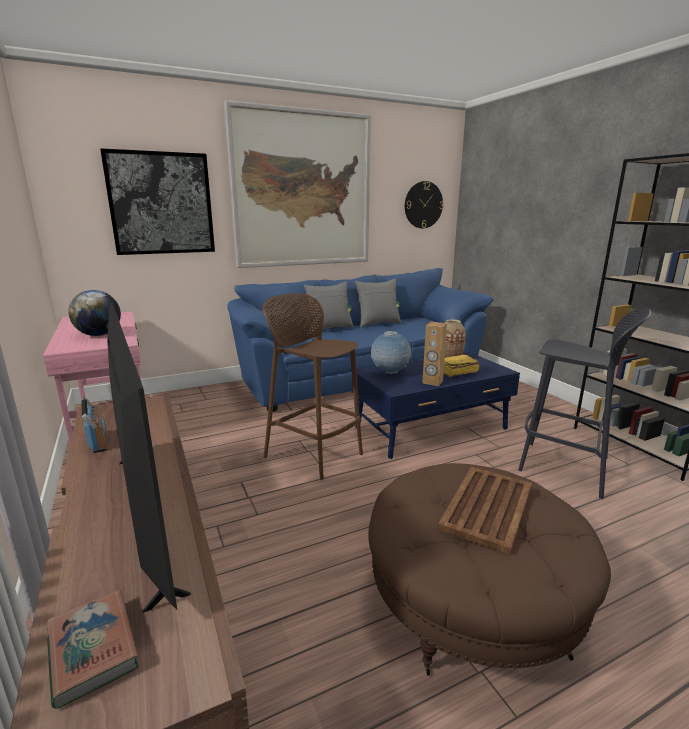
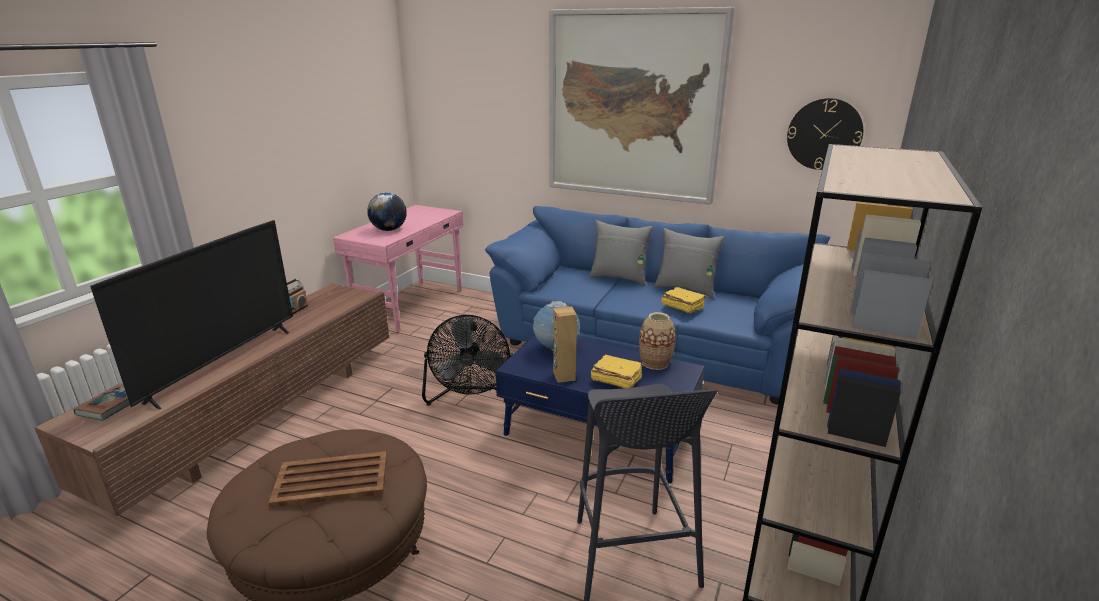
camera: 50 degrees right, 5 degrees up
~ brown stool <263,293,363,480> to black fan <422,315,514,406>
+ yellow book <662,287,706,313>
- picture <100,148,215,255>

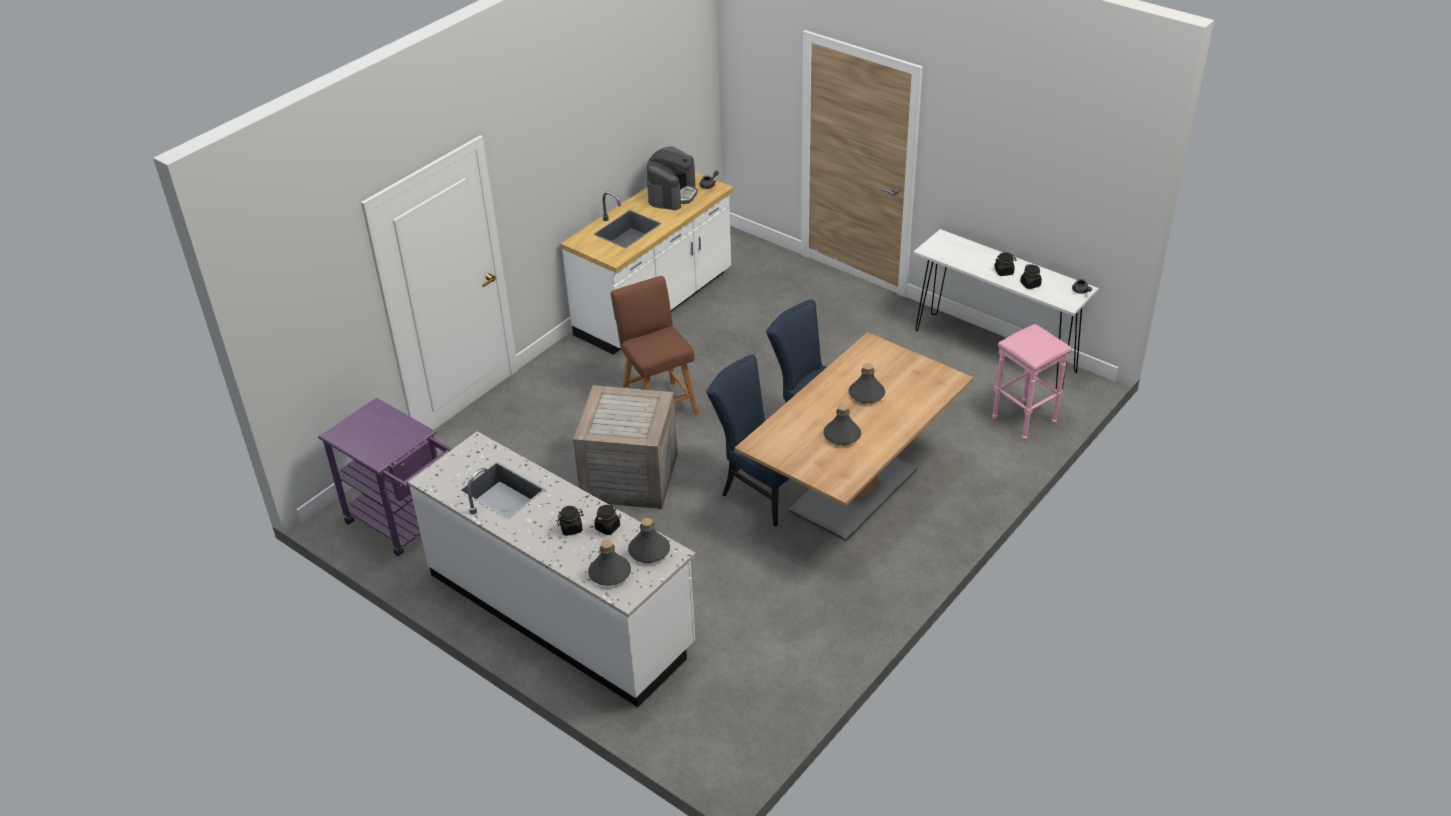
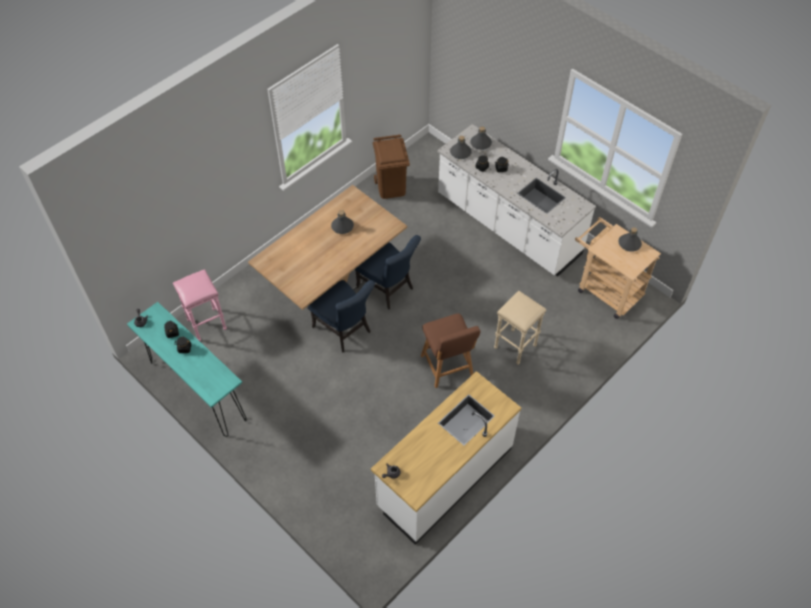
camera: 175 degrees left, 15 degrees up
~ white console table <913,229,1099,389> to turquoise console table <127,302,247,437>
+ brown trash can <373,135,410,199>
+ beige stool <494,291,547,365>
~ purple cart <318,398,452,556> to beige cart <575,217,661,319>
~ grey bottle <849,363,885,404> to <618,227,642,252>
- crate <573,385,678,509>
- coffee machine <647,147,697,210>

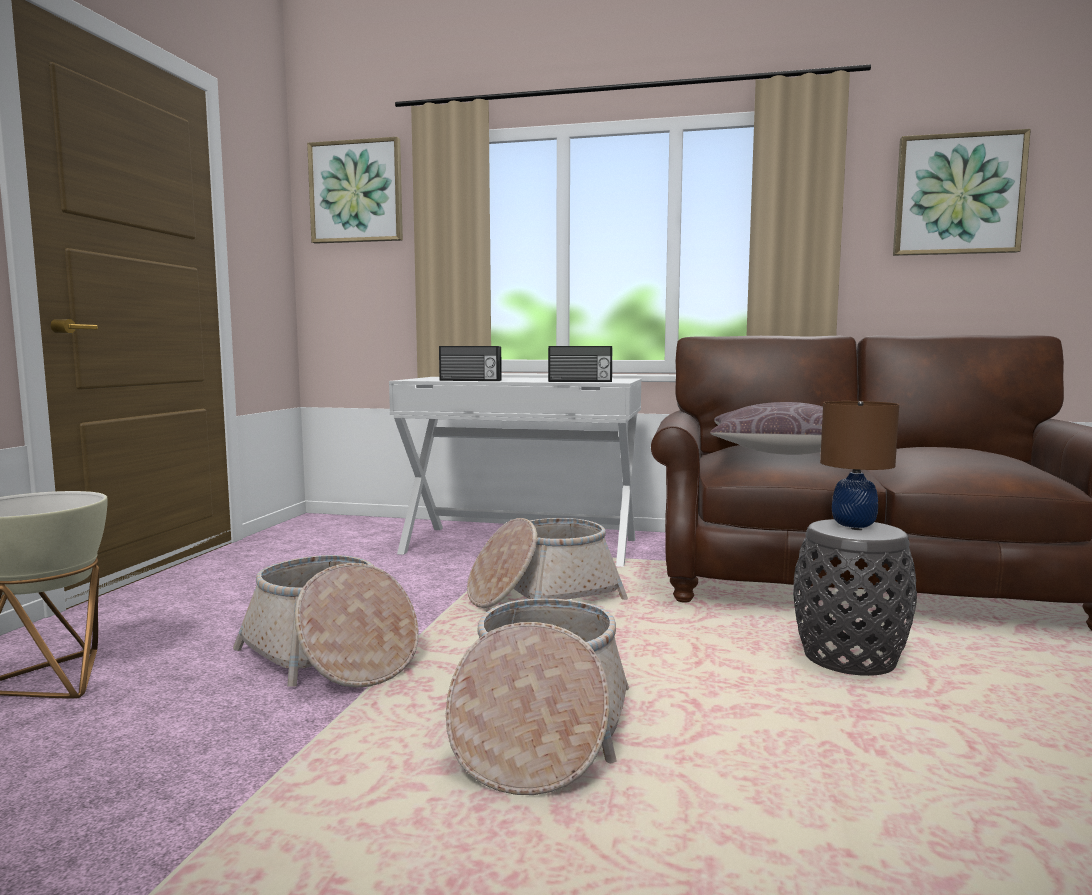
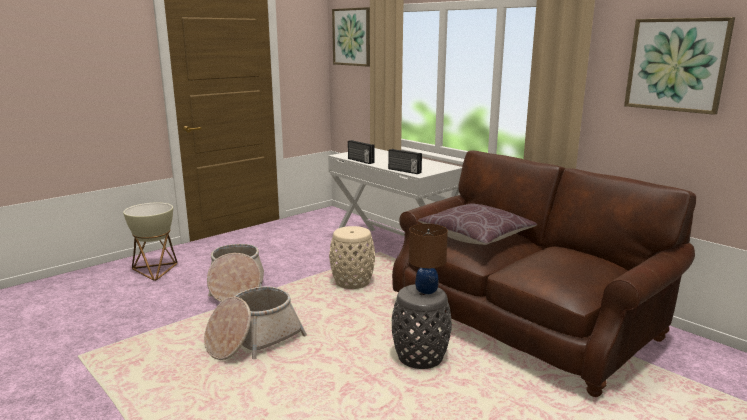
camera: 35 degrees right, 10 degrees up
~ basket <467,518,628,608> to beige stool <329,226,375,289>

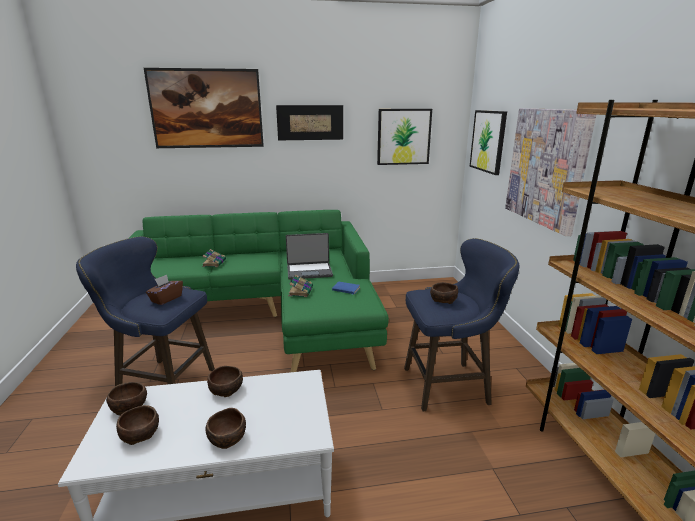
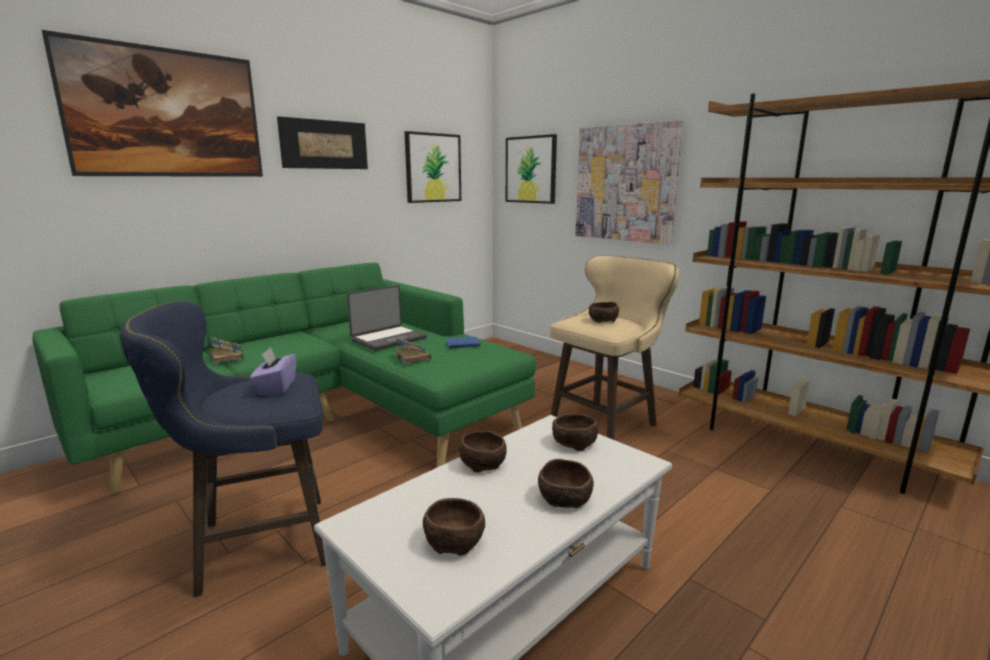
camera: 35 degrees left, 5 degrees down
~ brown tissue box <146,274,183,305> to purple tissue box <250,347,296,395>
~ blue stool <404,238,519,411> to beige stool <550,255,679,440>
~ brown bowl <106,382,147,416> to <552,414,598,451>

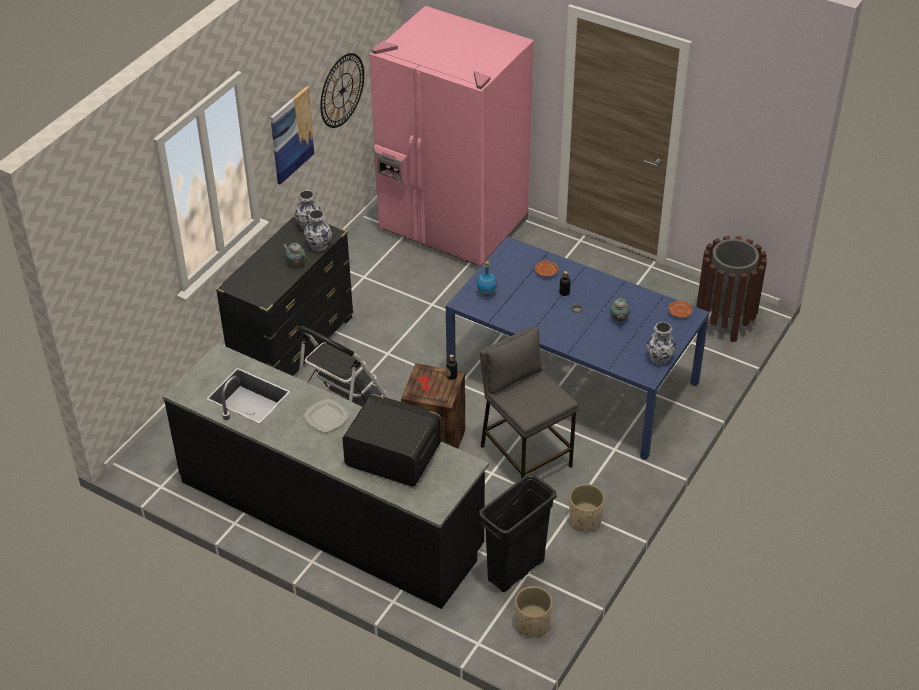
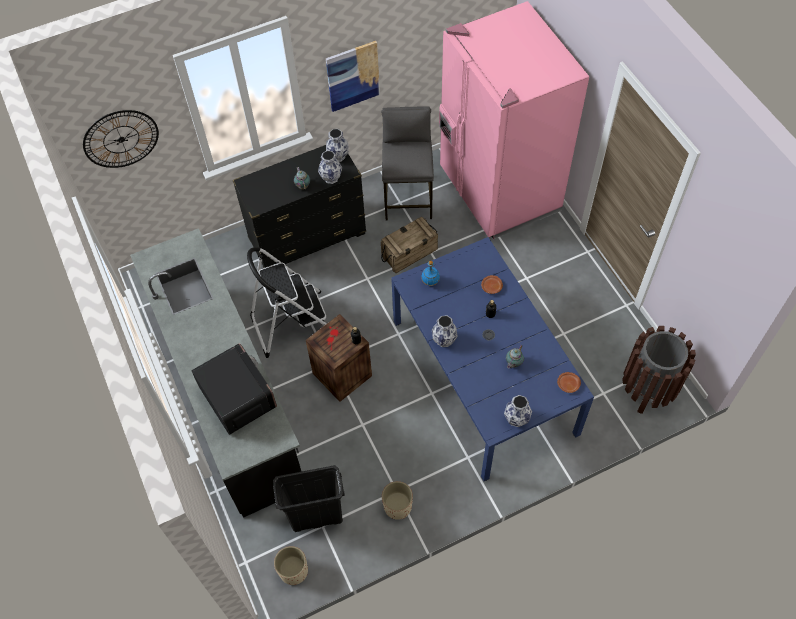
camera: 35 degrees right, 15 degrees up
~ wall clock <320,53,364,128> to <83,110,159,168>
~ grey stool <480,328,578,479> to <381,106,434,220>
+ crate <381,217,438,273>
+ vase <432,315,458,347>
- plate <303,399,350,433>

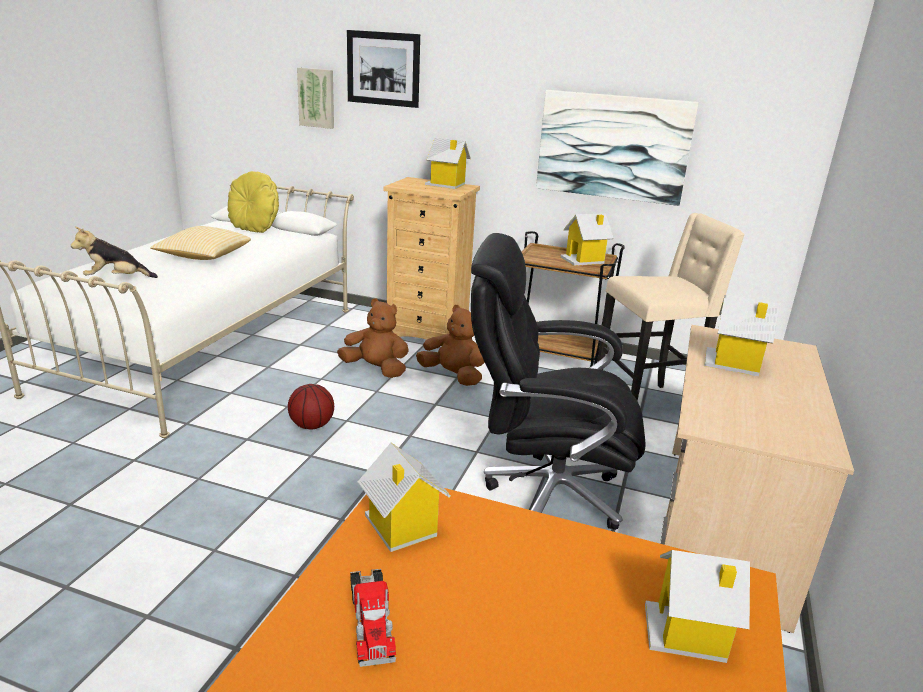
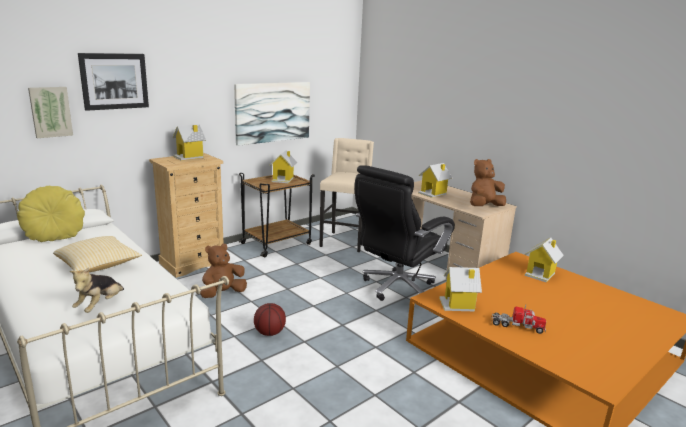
camera: 60 degrees left, 5 degrees down
~ brown plush toy <416,305,485,386> to <470,159,506,206>

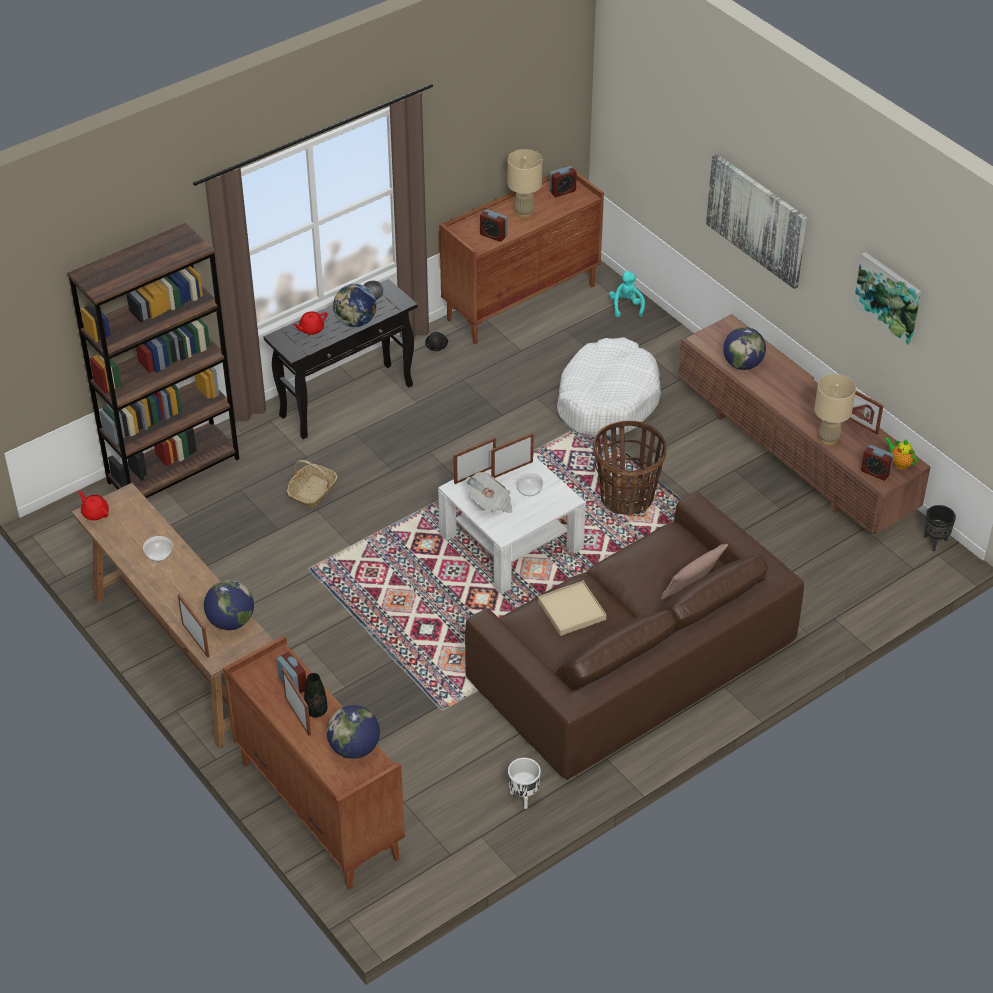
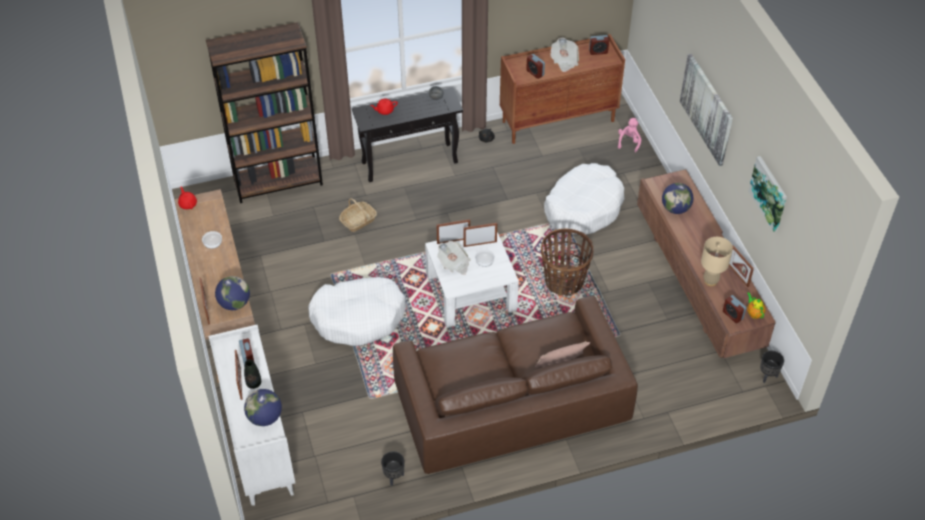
camera: 20 degrees right, 5 degrees up
~ brown cabinet <223,635,405,889> to white cabinet <208,324,295,505>
+ white dog bed <308,277,406,346>
~ white planter <508,758,541,809> to black planter <381,451,404,486>
~ beige table lamp <507,149,542,218> to newspaper <550,38,579,72>
~ turquoise plush toy <609,271,645,318> to pink plush toy <618,118,641,152>
- globe <333,284,377,327>
- beige tray <538,581,606,636>

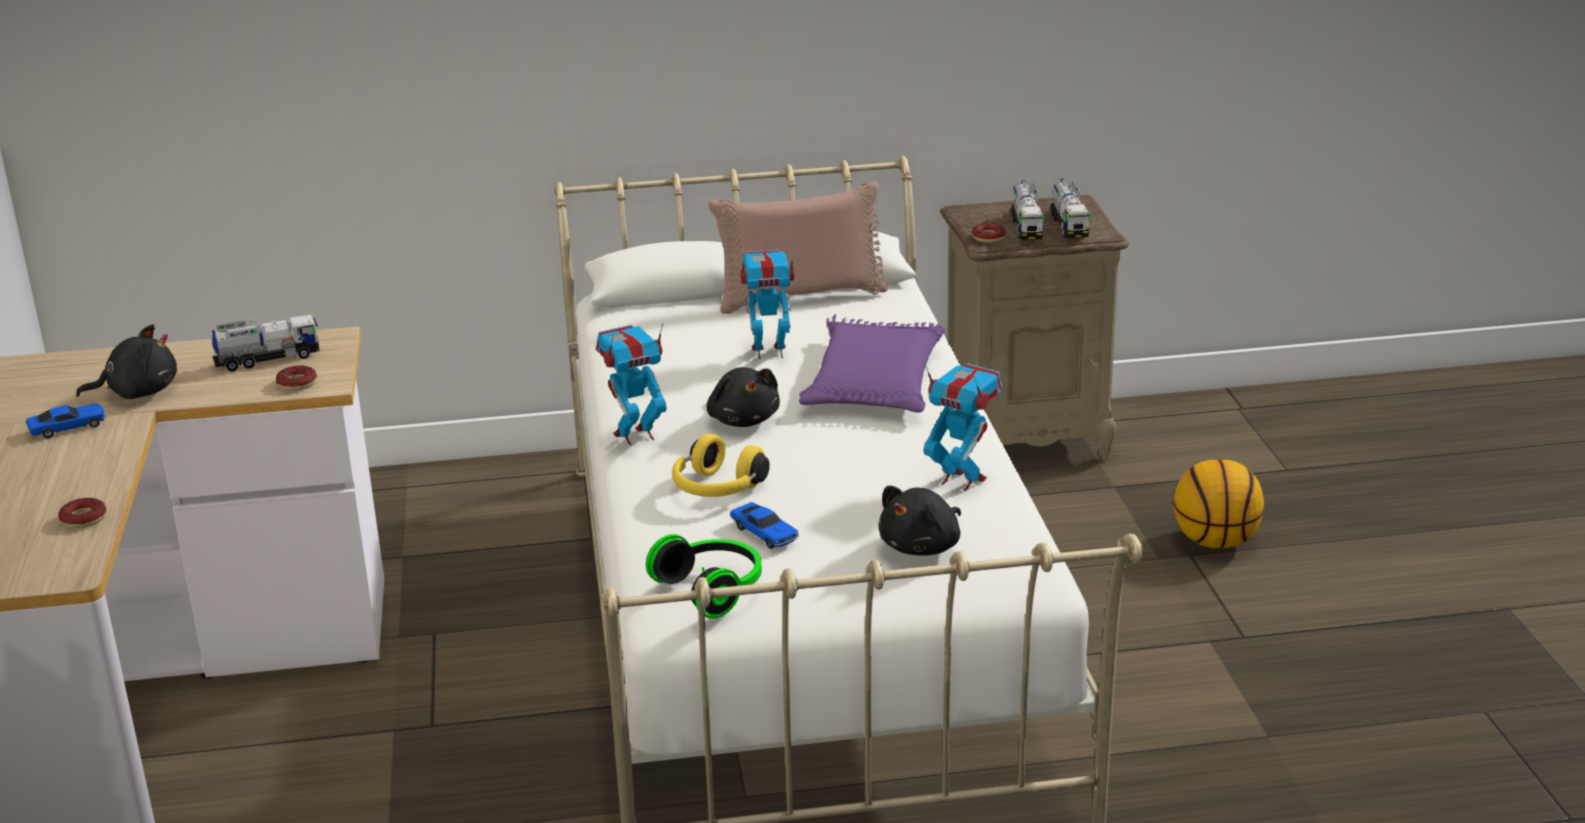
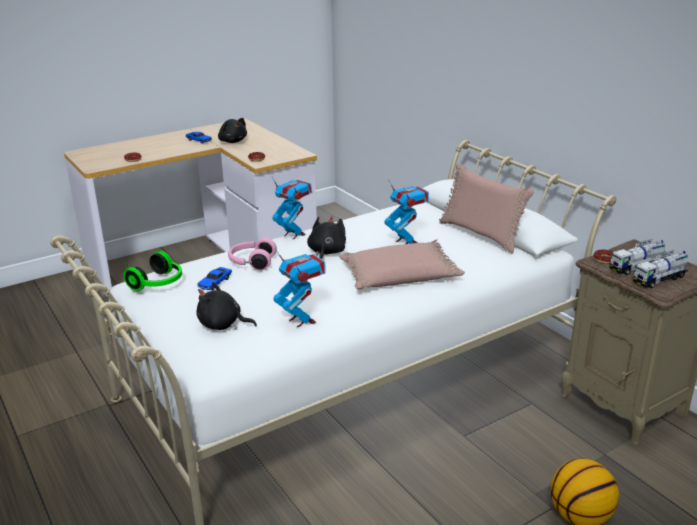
camera: 65 degrees right, 0 degrees up
~ yellow headphones <672,434,770,497> to pink headphones <228,238,277,270>
~ toy robot <924,363,1003,491> = <274,249,326,327> 45 degrees counterclockwise
~ black plush toy <707,367,780,427> = <307,216,346,259> 150 degrees clockwise
~ purple pillow <799,314,945,413> to beige pillow <340,239,465,290>
- toy truck <212,314,319,372>

